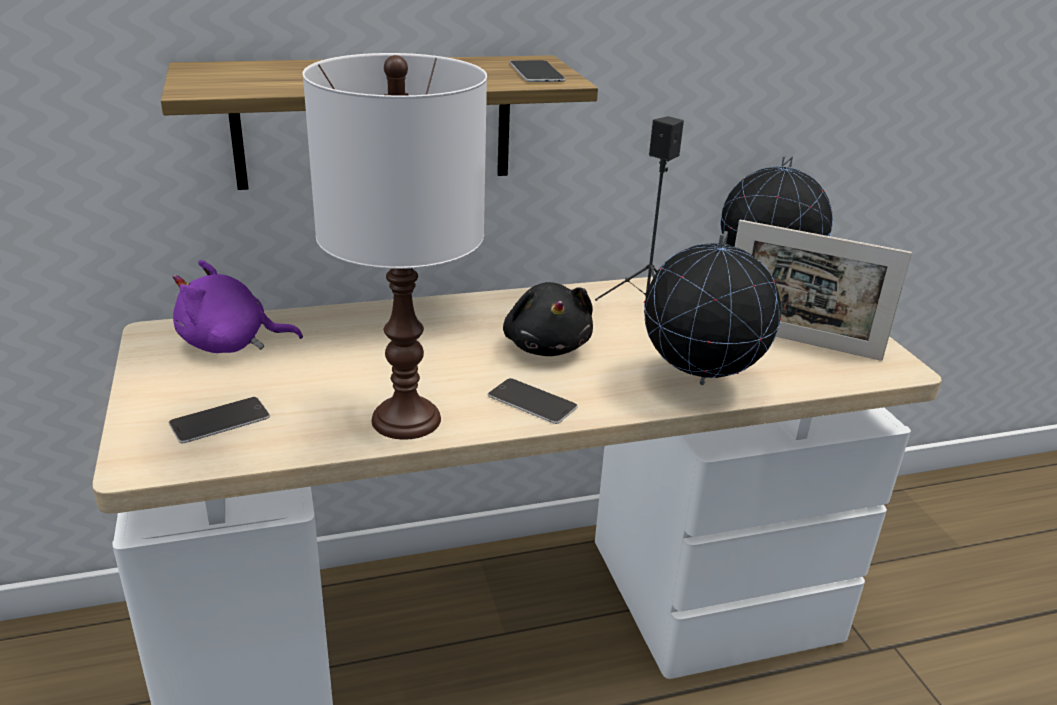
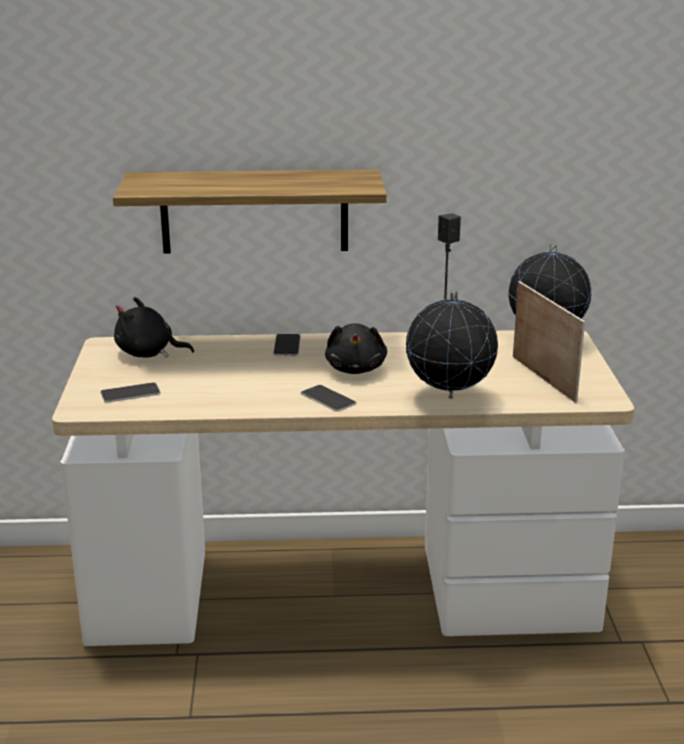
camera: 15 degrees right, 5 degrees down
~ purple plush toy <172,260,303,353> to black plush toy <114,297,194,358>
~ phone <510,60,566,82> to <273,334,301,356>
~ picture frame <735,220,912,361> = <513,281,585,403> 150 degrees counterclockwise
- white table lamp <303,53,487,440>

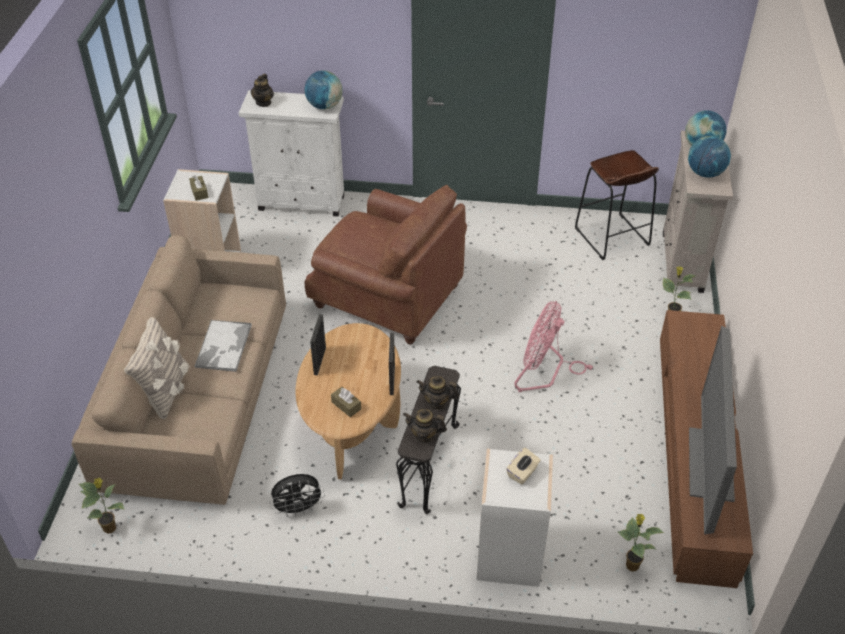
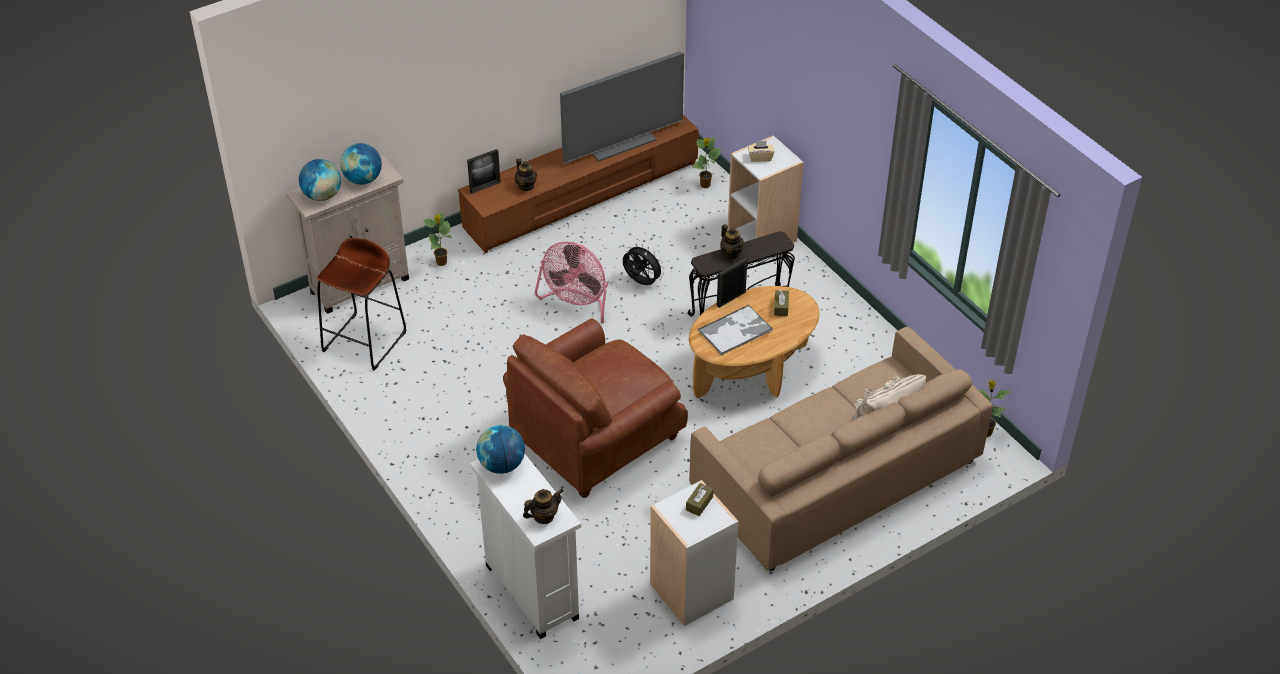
camera: 130 degrees left, 0 degrees up
~ picture frame <310,314,326,375> to <467,149,501,194>
~ brown armchair <305,185,467,345> = <503,318,688,498> 120 degrees counterclockwise
~ teapot <403,409,447,443> to <514,158,537,191>
~ pink fan <514,301,593,392> = <535,241,608,323> 45 degrees clockwise
~ black fan <270,474,325,517> to <623,243,664,285>
~ tray <194,320,252,372> to <698,305,773,355>

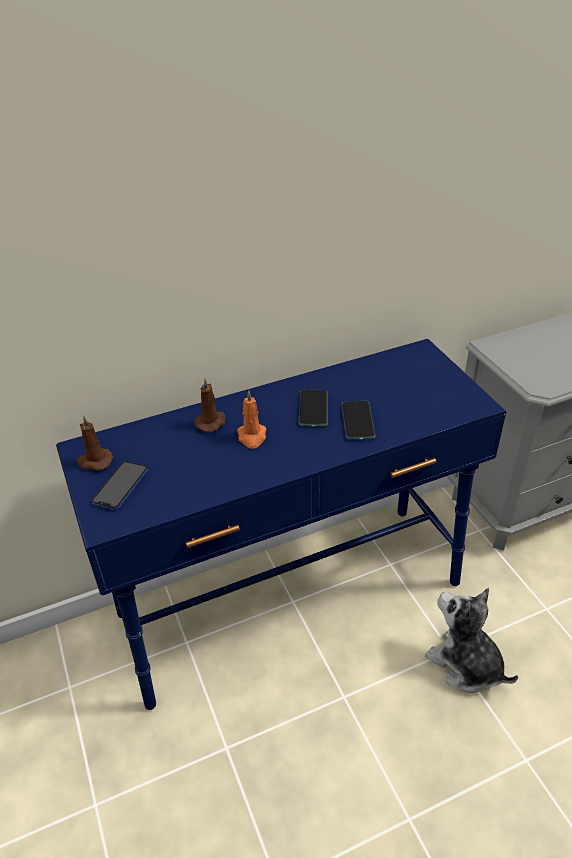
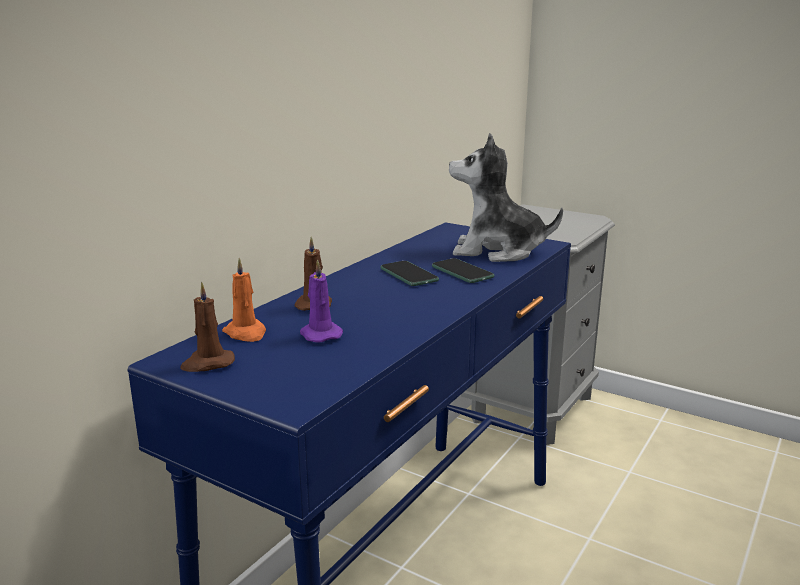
camera: 35 degrees left, 20 degrees down
~ orange candle <237,390,267,449> to <222,258,266,342>
+ purple candle <300,259,343,342>
~ plush toy <425,588,518,693> to <449,133,563,262>
- phone <92,461,148,510>

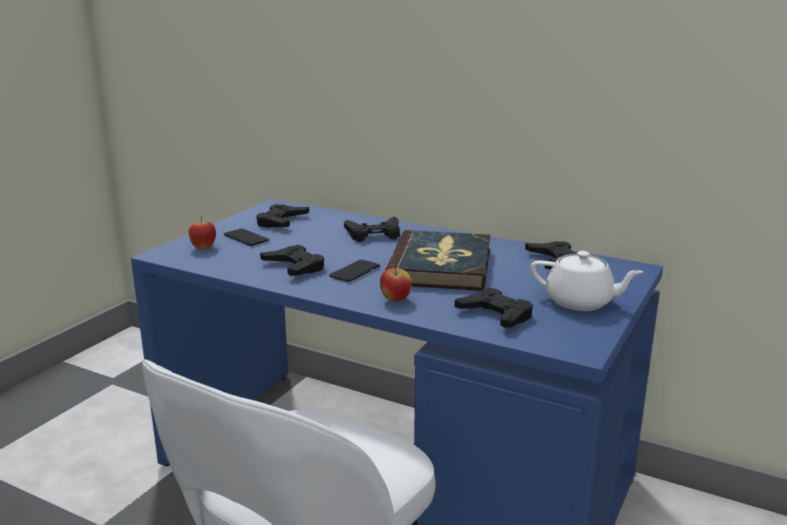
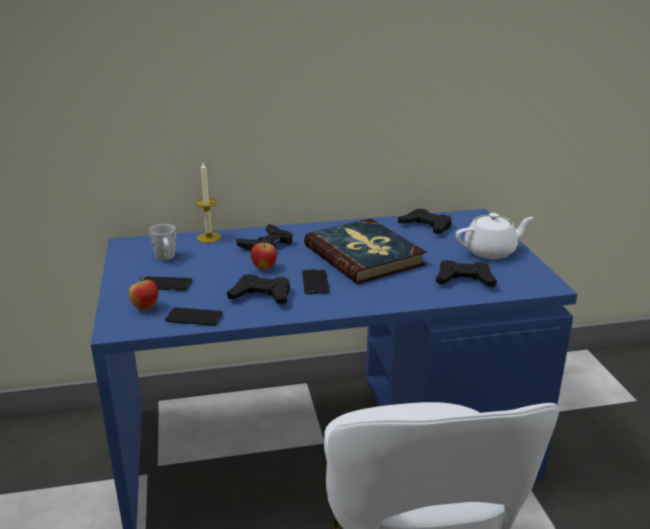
camera: 40 degrees left, 5 degrees up
~ black game controller <256,204,309,228> to white mug <149,224,176,260>
+ phone <165,307,223,326>
+ candle <196,162,222,243>
~ apple <380,265,411,301> to <251,240,277,270>

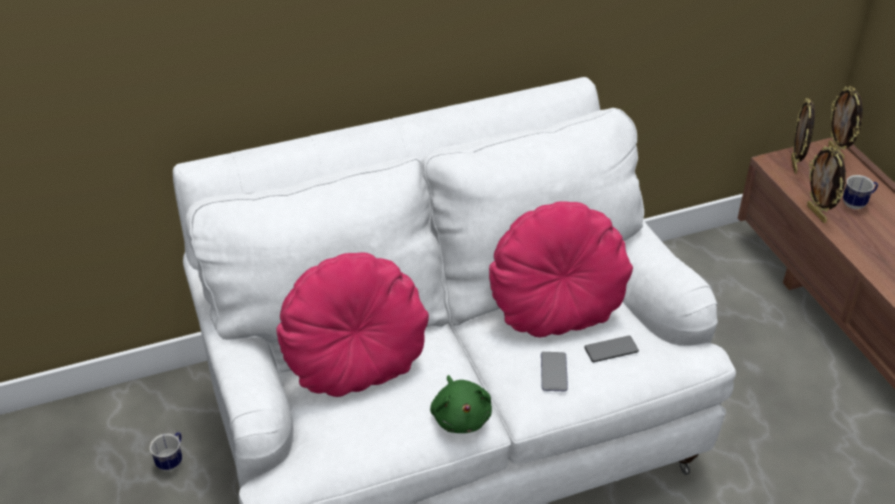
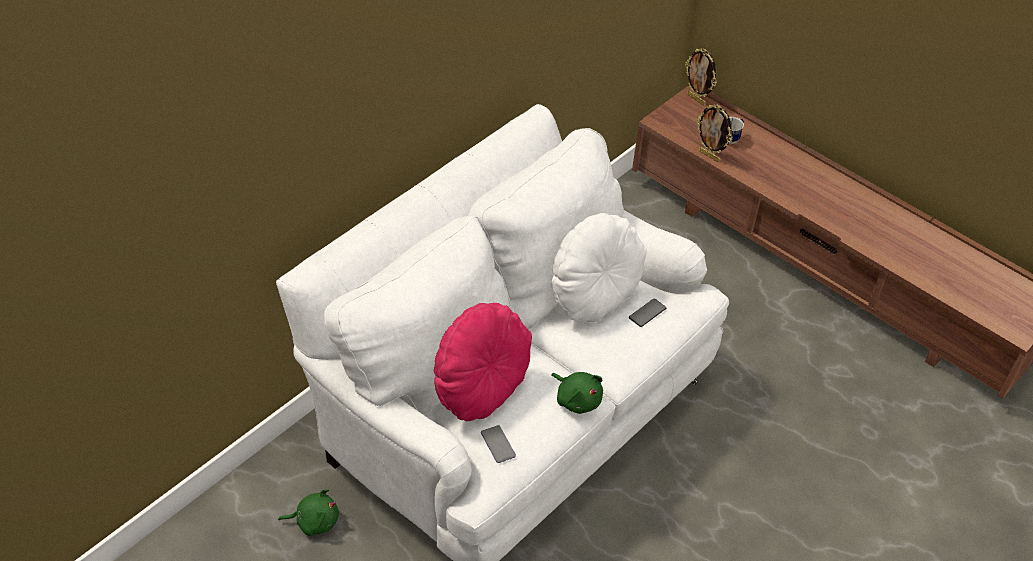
camera: 30 degrees left, 5 degrees up
~ mug <150,432,182,471> to green plush toy <278,489,339,536>
~ phone <541,352,568,391> to <481,425,516,463>
~ pink pillow <489,201,633,337> to white pillow <551,213,647,323>
- picture frame <791,98,815,174>

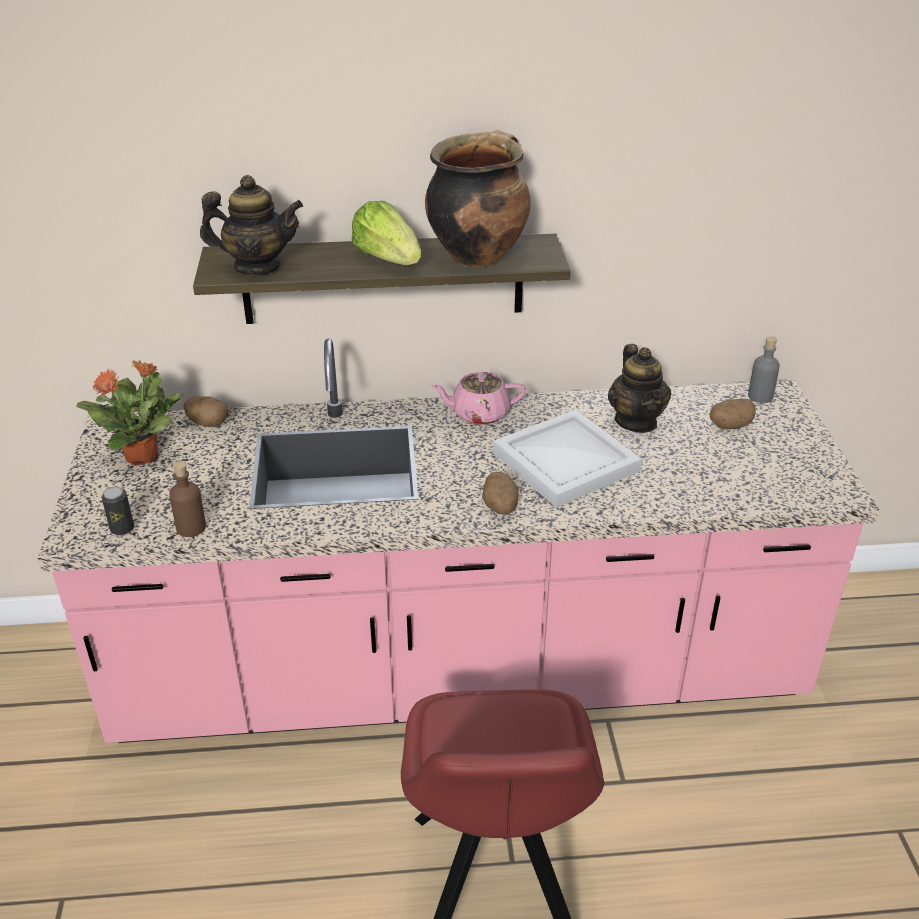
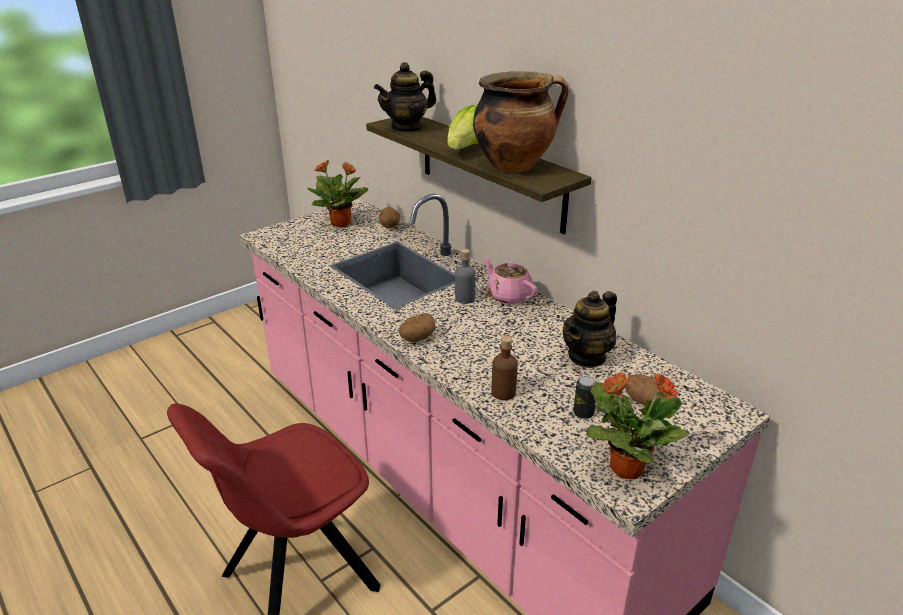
camera: 55 degrees right, 5 degrees down
~ teapot <200,175,303,275> = <374,62,436,133> 90 degrees clockwise
~ grey bottle <748,336,780,403> to <455,249,476,304>
~ brown bottle <169,461,206,537> to <491,336,518,400>
~ can <102,486,134,535> to <573,376,597,419>
+ potted plant <585,372,688,479>
- white tray <493,409,642,507>

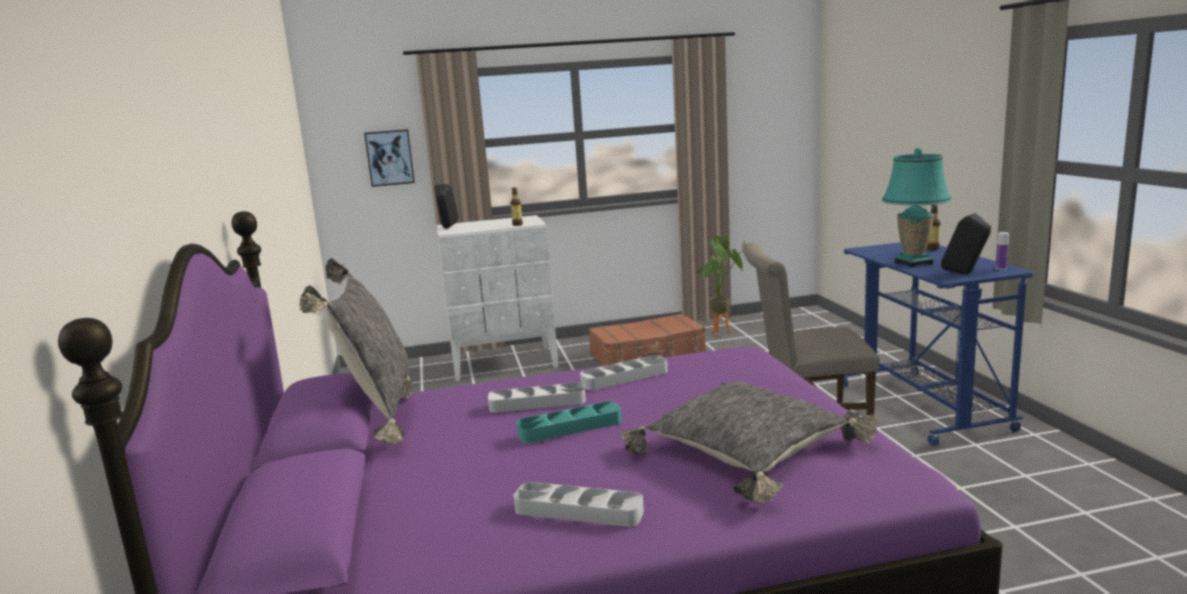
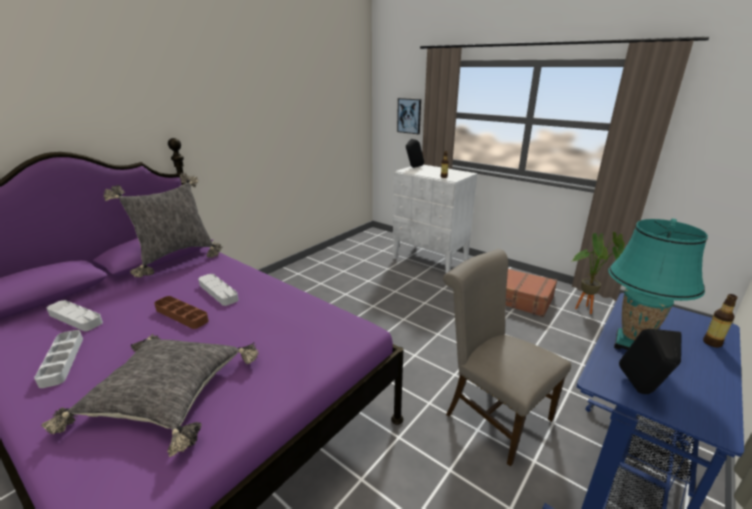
camera: 50 degrees right, 10 degrees up
~ grey tray <580,355,668,390> to <47,300,103,331>
~ turquoise tray <516,401,621,443> to brown tray <154,296,209,329>
- bottle <996,232,1009,270>

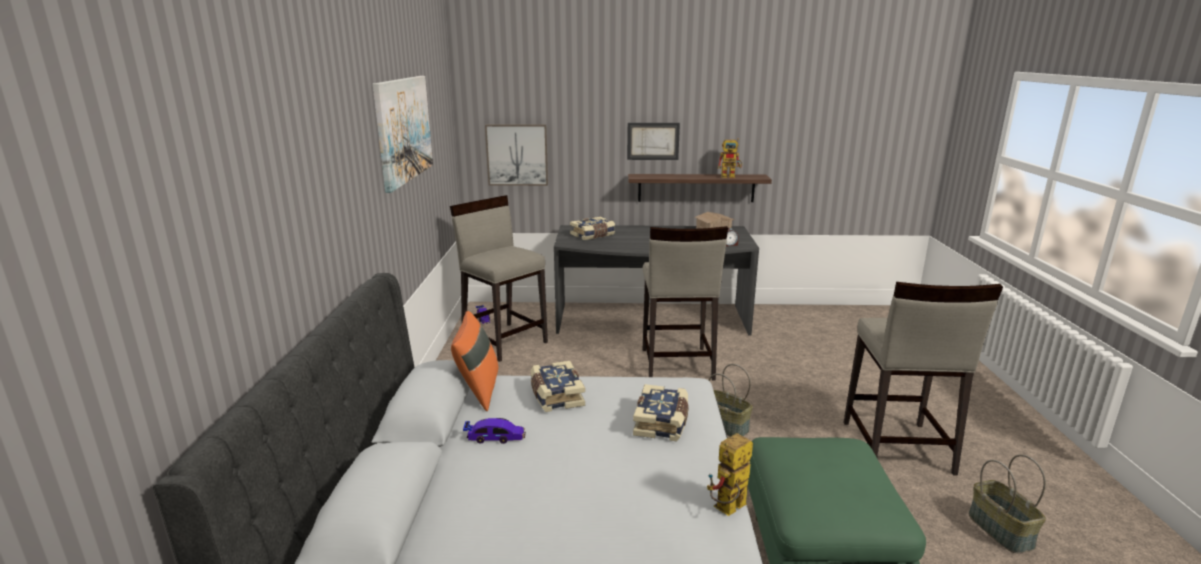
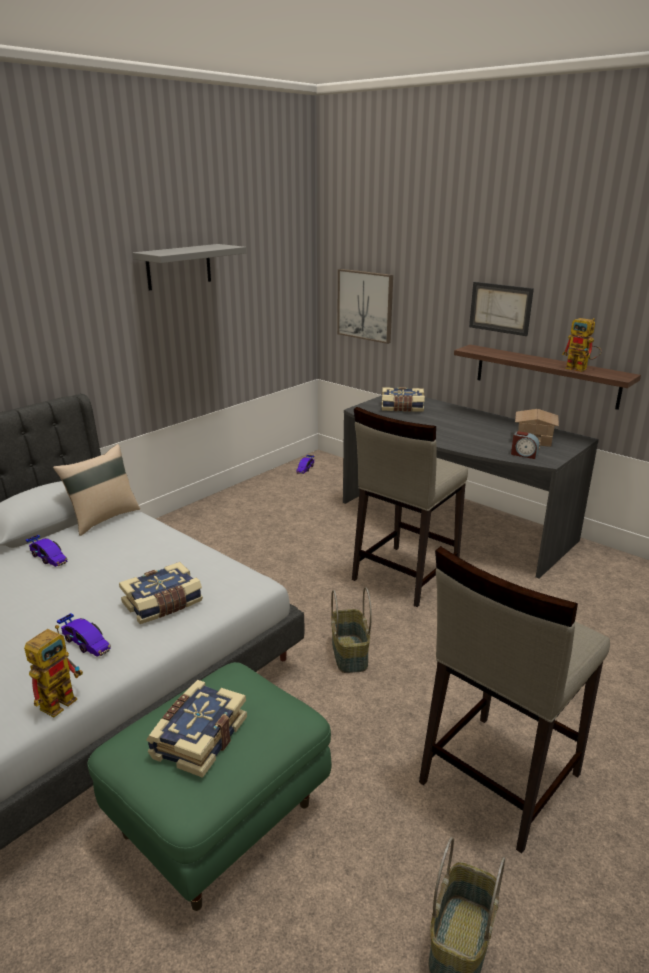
camera: 40 degrees right, 5 degrees up
~ toy robot <707,433,753,516> = <24,625,83,717> 120 degrees clockwise
~ orange pillow <451,311,498,411> to beige pillow <53,444,140,536>
+ toy car <57,613,111,657>
~ picture <372,76,433,193> to grey shelf <133,244,246,291>
~ book <530,361,585,412> to <146,680,247,778>
- beige stool <450,195,548,362>

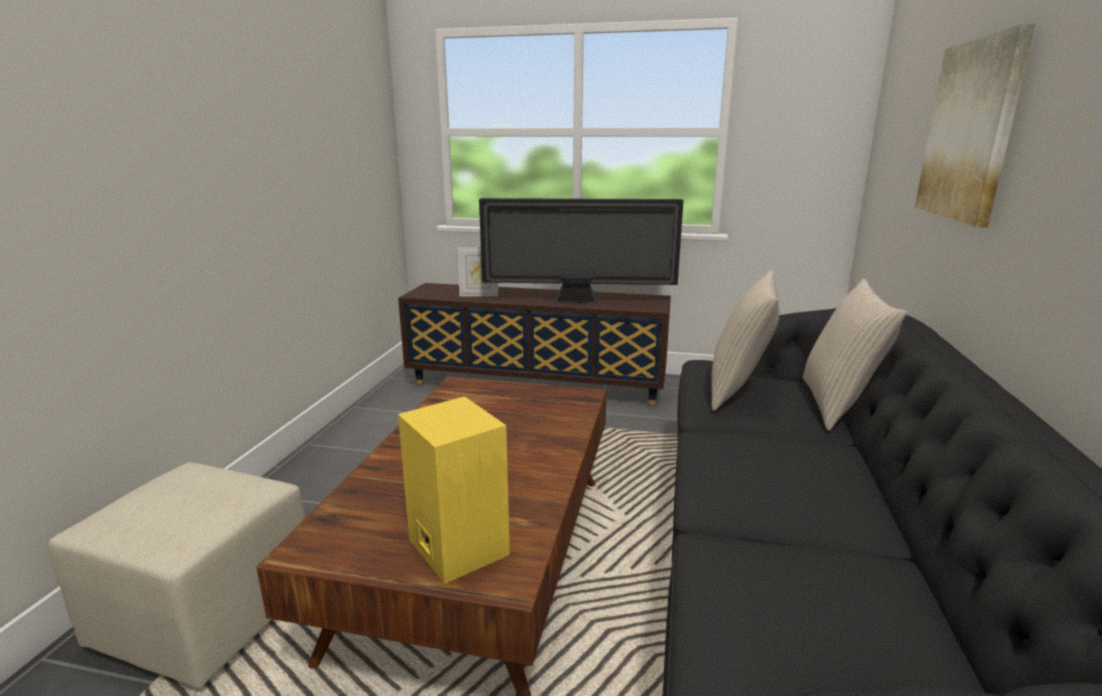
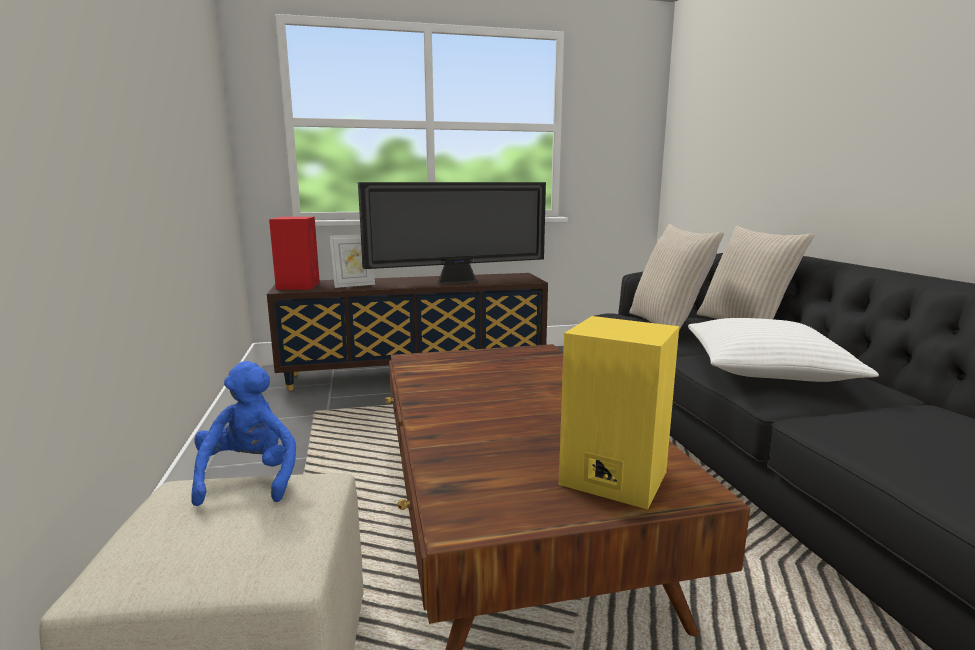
camera: 25 degrees left, 5 degrees down
+ blue plush toy <191,361,296,506>
+ red speaker <269,217,320,290>
+ white pillow <688,318,879,382>
- picture <915,23,1036,228>

